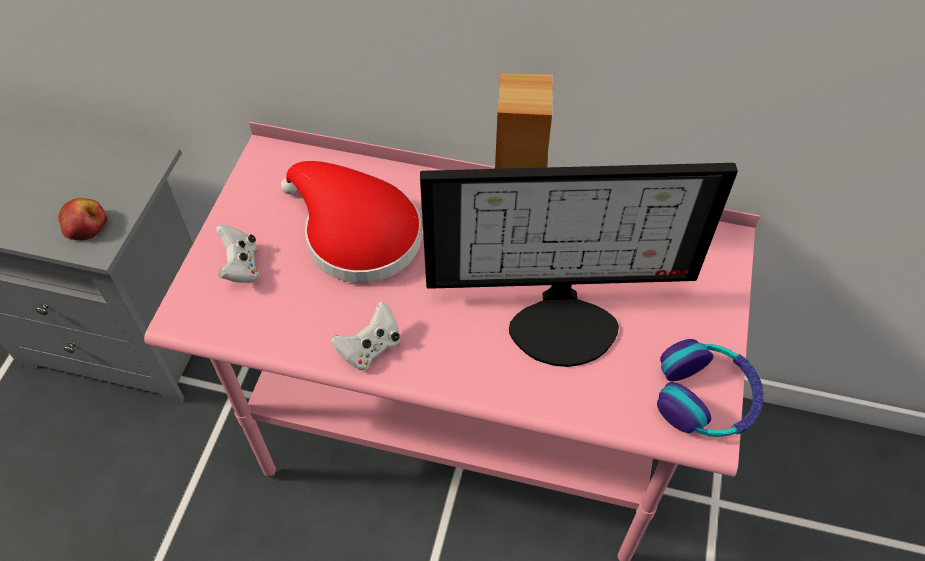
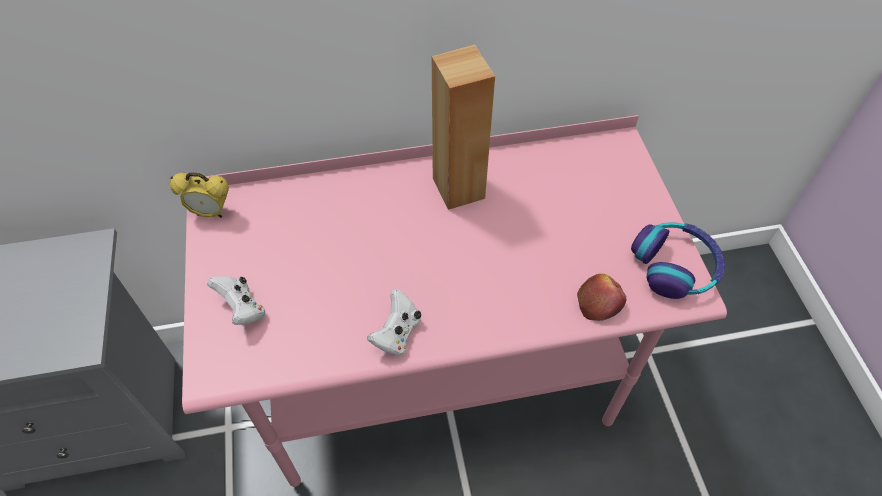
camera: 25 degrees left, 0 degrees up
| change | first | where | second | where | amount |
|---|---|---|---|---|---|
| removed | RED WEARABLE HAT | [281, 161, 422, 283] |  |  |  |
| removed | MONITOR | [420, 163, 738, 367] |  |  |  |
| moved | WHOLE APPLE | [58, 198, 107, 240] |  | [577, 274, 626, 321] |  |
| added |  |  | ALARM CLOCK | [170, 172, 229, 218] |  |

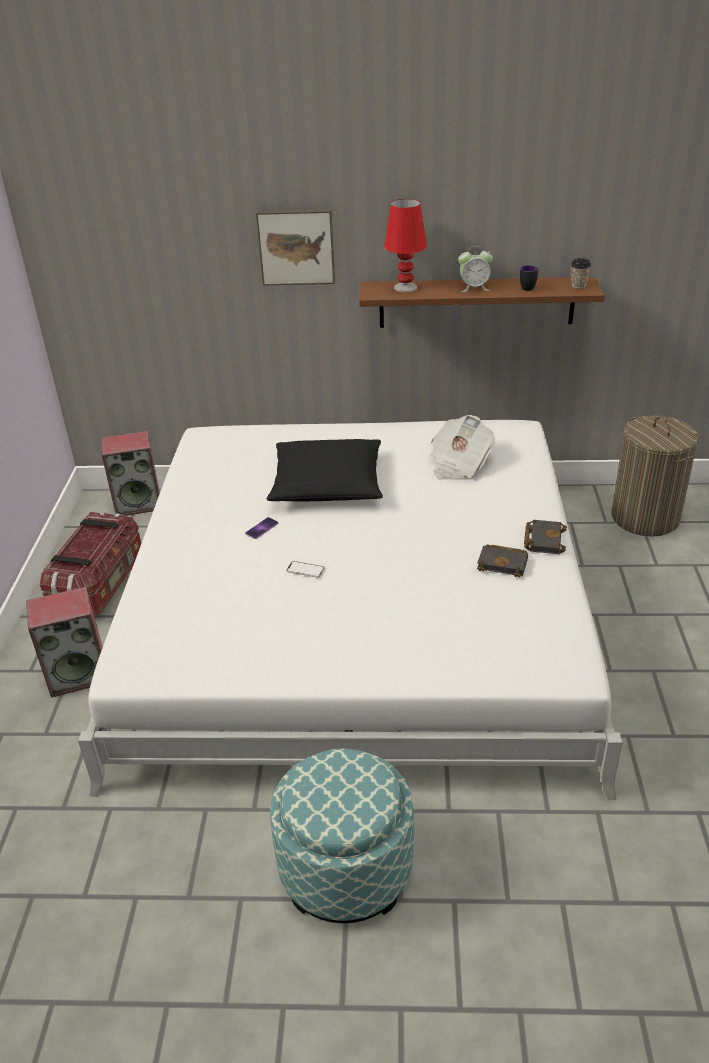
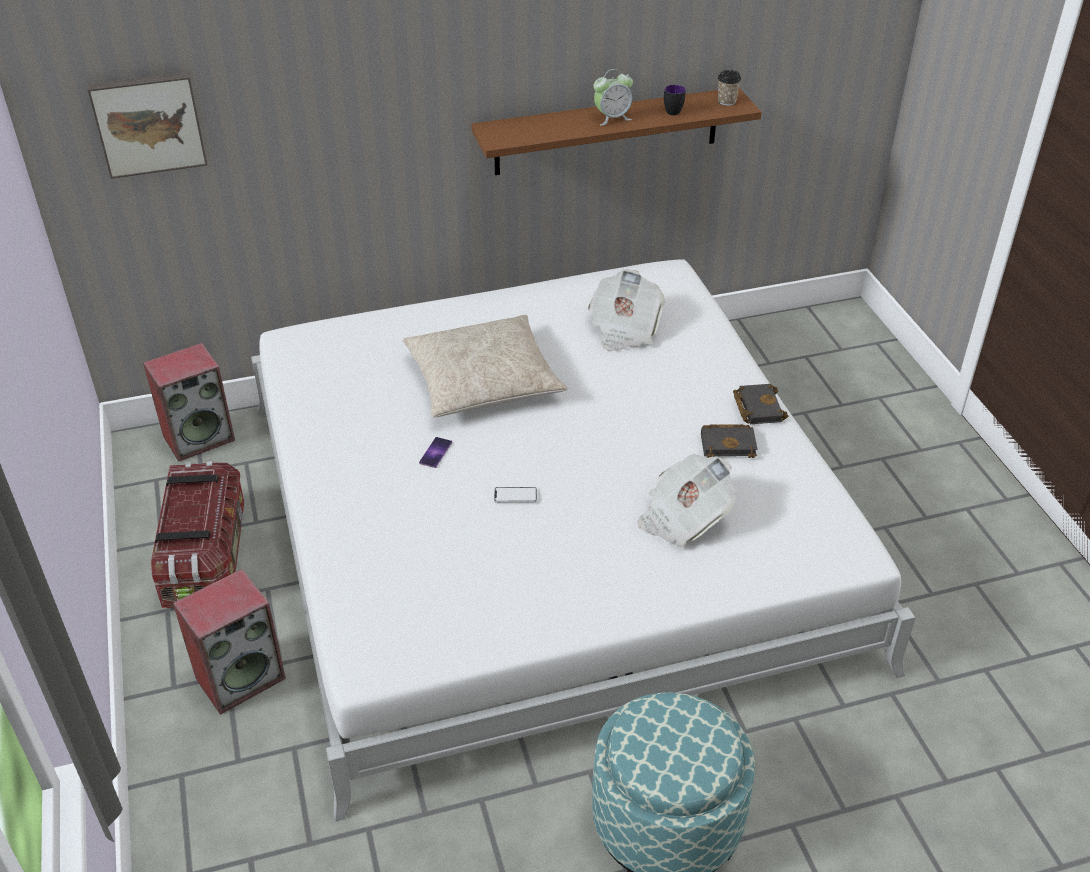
camera: 20 degrees left, 5 degrees up
| change | first | where | second | where | amount |
|---|---|---|---|---|---|
| removed | RED TABLE LAMP | [384, 199, 427, 292] |  |  |  |
| moved | PICTURE | [256, 209, 335, 285] |  | [87, 72, 207, 179] |  |
| removed | WASHING BASKET | [611, 415, 699, 537] |  |  |  |
| recoloured | BLACK-COLOURED CUSHION | [267, 439, 383, 501] | BEIGE-COLOURED CUSHION | [403, 315, 568, 417] |  |
| added |  |  | NEWSPAPER | [637, 454, 737, 547] |  |

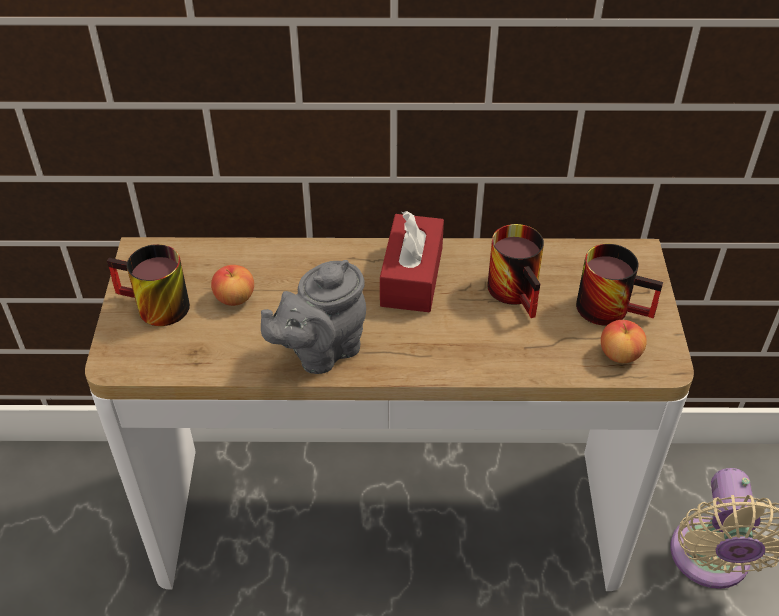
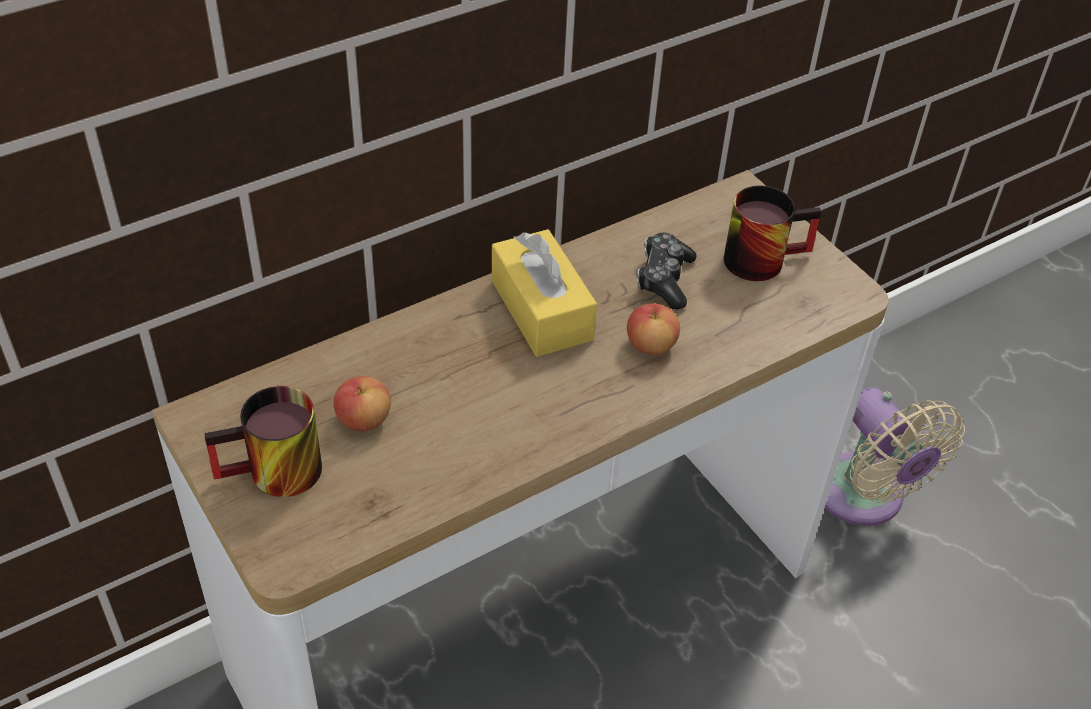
camera: 35 degrees left, 0 degrees up
| change | first | where | second | where | amount |
|---|---|---|---|---|---|
| recoloured | RED TISSUE HOLDER | [380, 211, 444, 312] | YELLOWISH TISSUE HOLDER | [492, 229, 597, 357] |  |
| replaced | TEA MUG | [487, 224, 544, 318] | GAMEPAD | [637, 233, 697, 309] |  |
| removed | GREYISH POT FOR TEA | [261, 260, 366, 374] |  |  |  |
| moved | WHOLE APPLE | [601, 320, 647, 363] |  | [627, 303, 680, 355] |  |

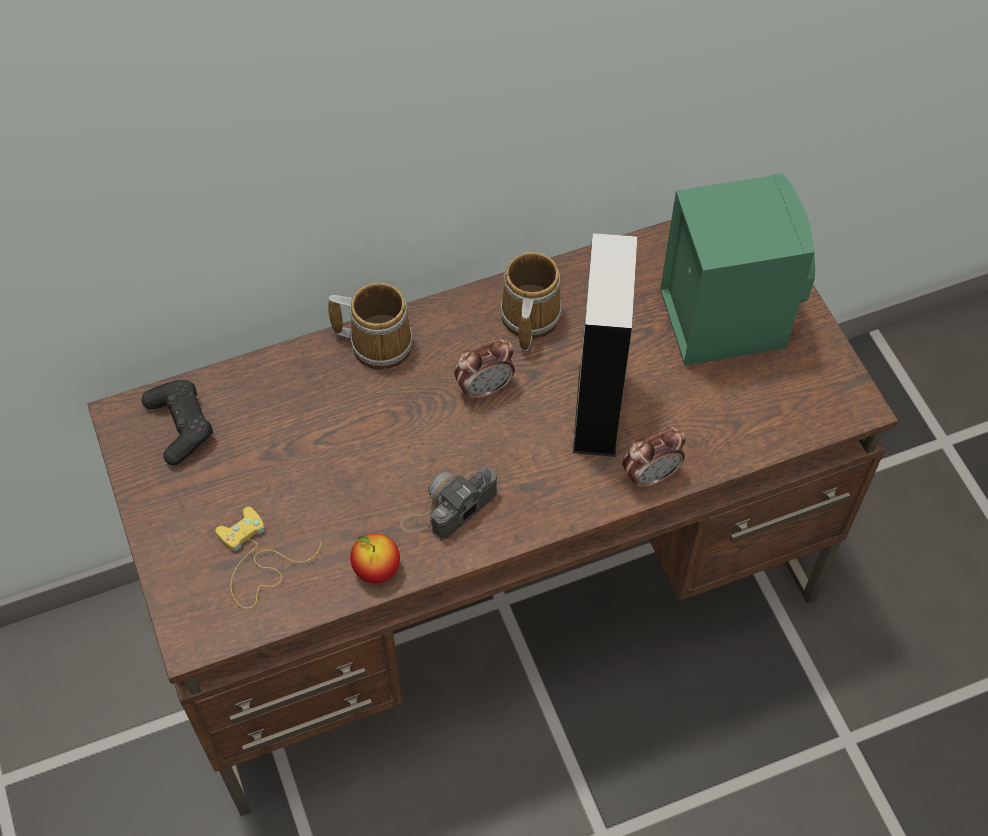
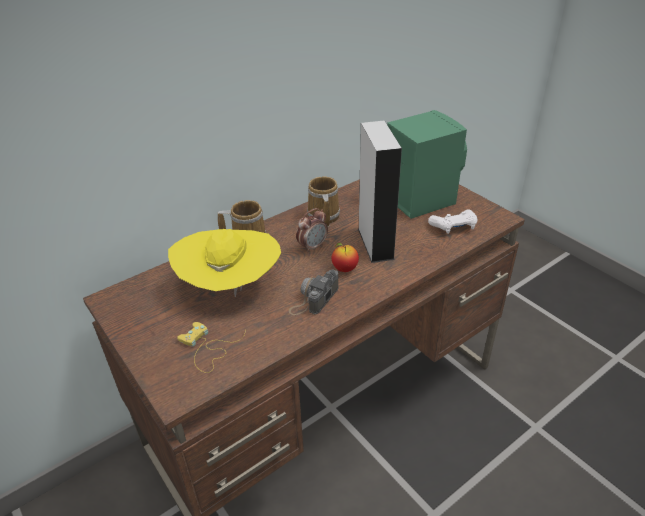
camera: 15 degrees left, 20 degrees down
| change | first | where | second | where | amount |
|---|---|---|---|---|---|
| removed | BLACK-COLOURED GAMEPAD | [141, 380, 213, 465] |  |  |  |
| removed | ALARM CLOCK | [622, 427, 686, 490] |  |  |  |
| moved | WHOLE APPLE | [350, 534, 400, 583] |  | [331, 243, 359, 272] |  |
| added |  |  | WHITE-COLOURED GAMEPAD | [428, 210, 477, 234] |  |
| added |  |  | YELLOWISH WEARABLE HAT | [168, 229, 281, 297] |  |

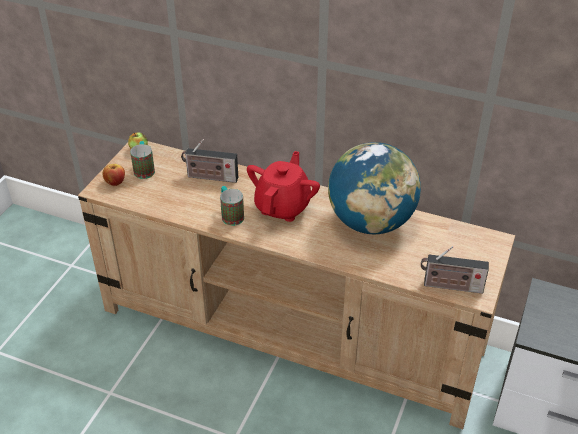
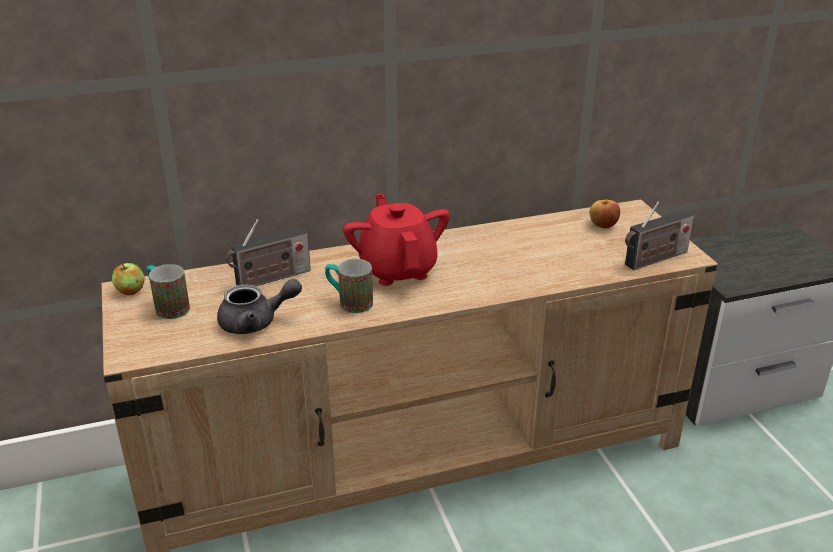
camera: 40 degrees left, 10 degrees down
| change | first | where | second | where | amount |
|---|---|---|---|---|---|
| removed | DESK GLOBE | [328, 142, 421, 234] |  |  |  |
| moved | WHOLE APPLE | [103, 164, 125, 186] |  | [589, 200, 620, 228] |  |
| added |  |  | GREYISH POT FOR TEA | [217, 279, 302, 334] |  |

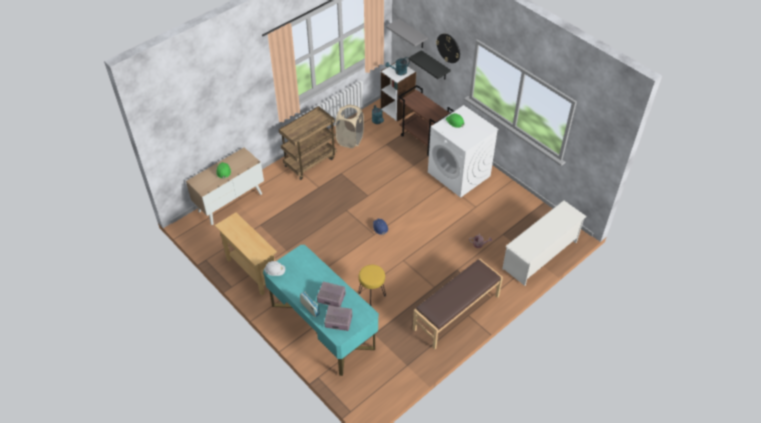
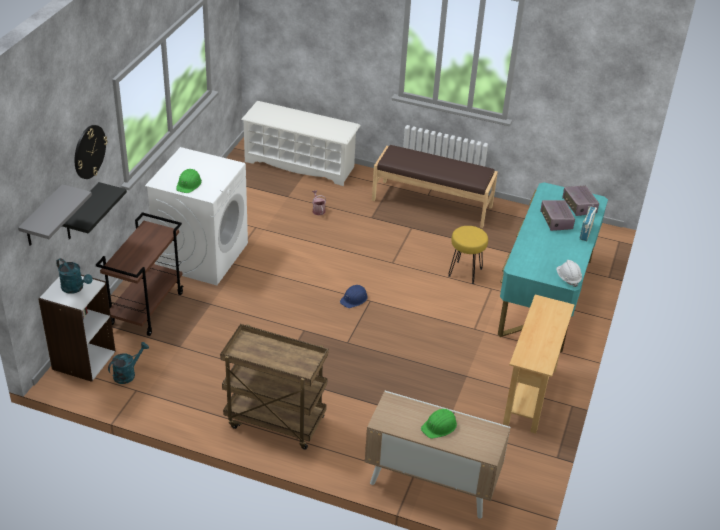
camera: 120 degrees left, 10 degrees down
| change | first | where | second | where | amount |
|---|---|---|---|---|---|
| removed | BEIGE-COLOURED WASHING BASKET | [335, 105, 364, 148] |  |  |  |

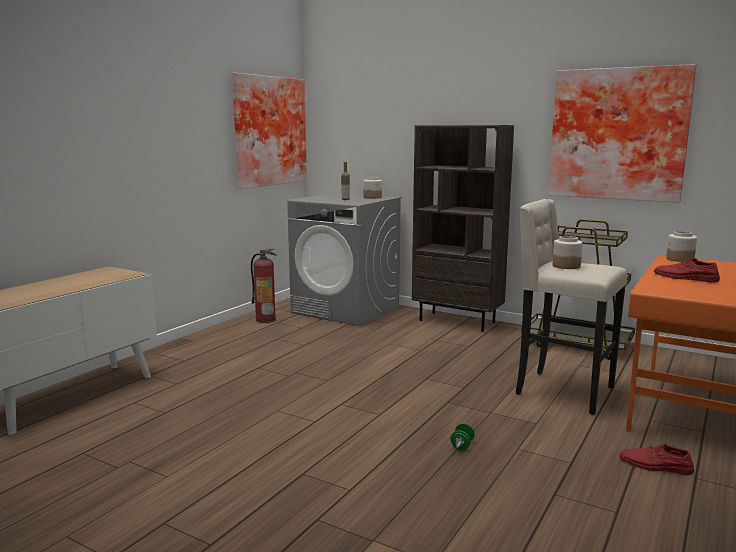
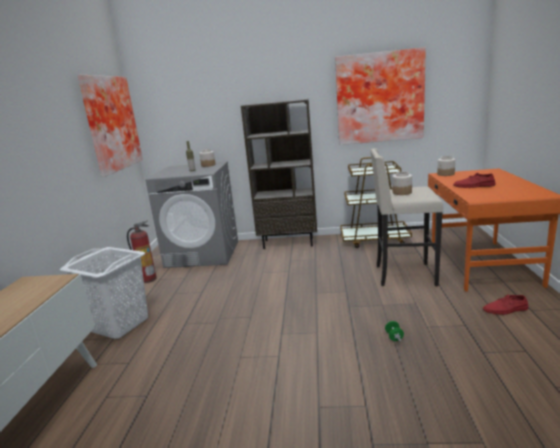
camera: 25 degrees left, 5 degrees up
| change | first | where | second | where | amount |
|---|---|---|---|---|---|
| added |  |  | WHITE-COLOURED WASHING BASKET | [60, 247, 148, 339] |  |

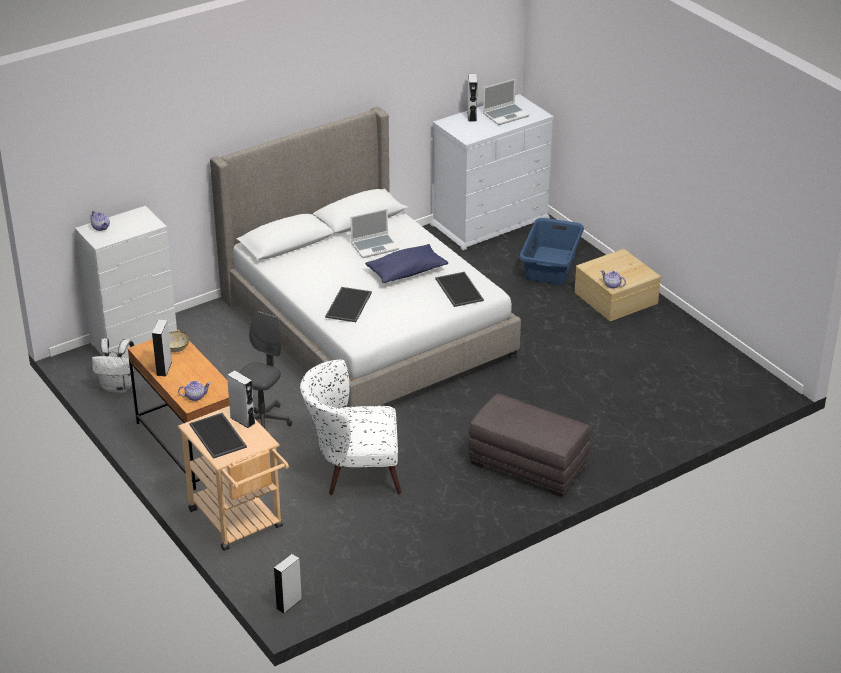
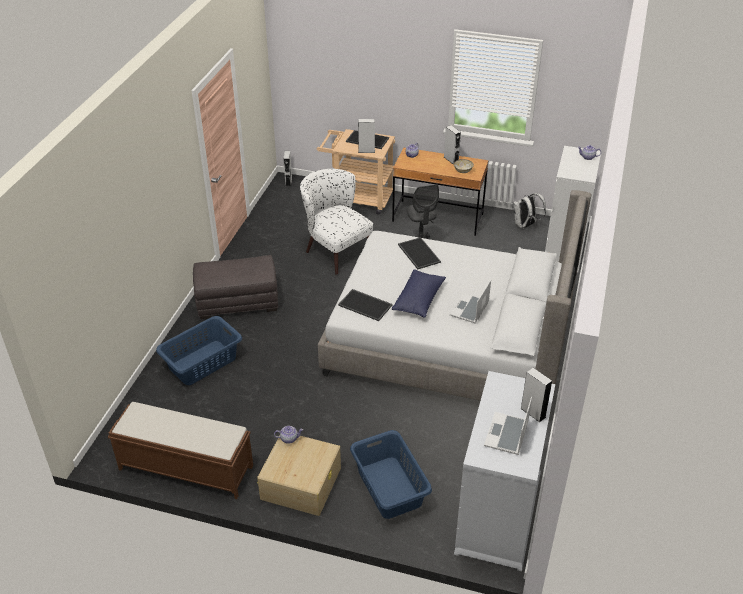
camera: 140 degrees right, 5 degrees up
| change | first | where | second | where | amount |
|---|---|---|---|---|---|
| turned | WHITE-COLOURED LOUNGE CHAIR | [300, 360, 402, 495] |  | [300, 169, 373, 275] | 90 degrees counterclockwise |
| added |  |  | BLUE-COLOURED WASHING BASKET | [156, 316, 242, 385] |  |
| added |  |  | BROWN BENCH | [108, 402, 253, 499] |  |

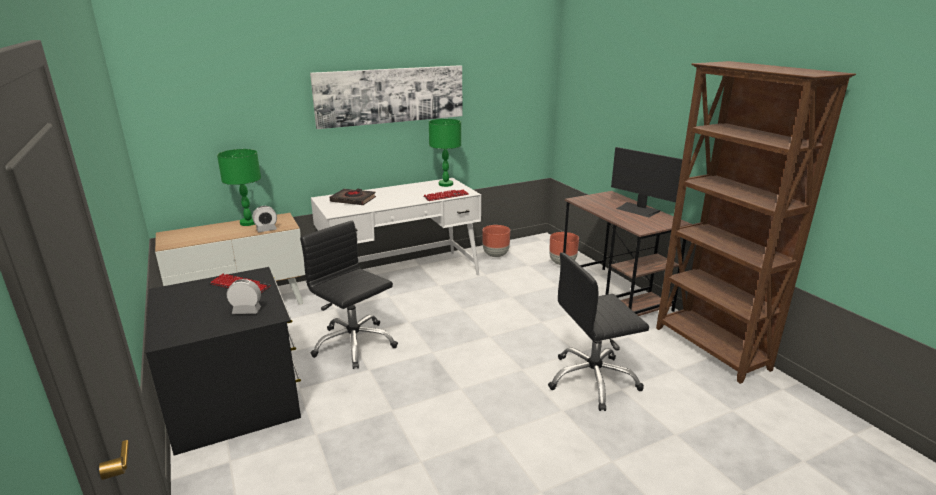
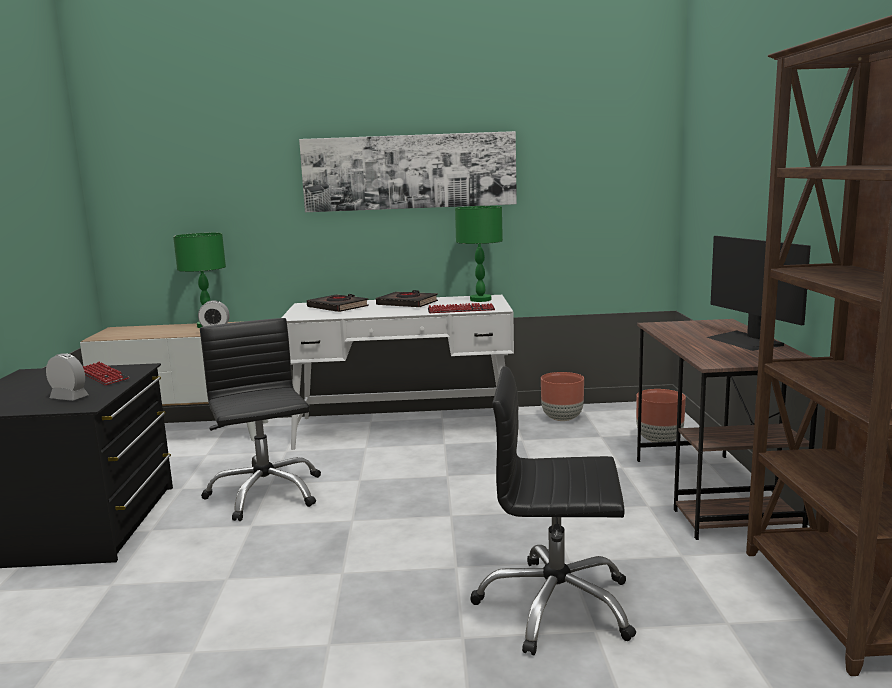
camera: 25 degrees right, 10 degrees down
| change | first | where | second | where | amount |
|---|---|---|---|---|---|
| added |  |  | BLACK-COLOURED BOUND BOOK | [376, 290, 438, 307] |  |

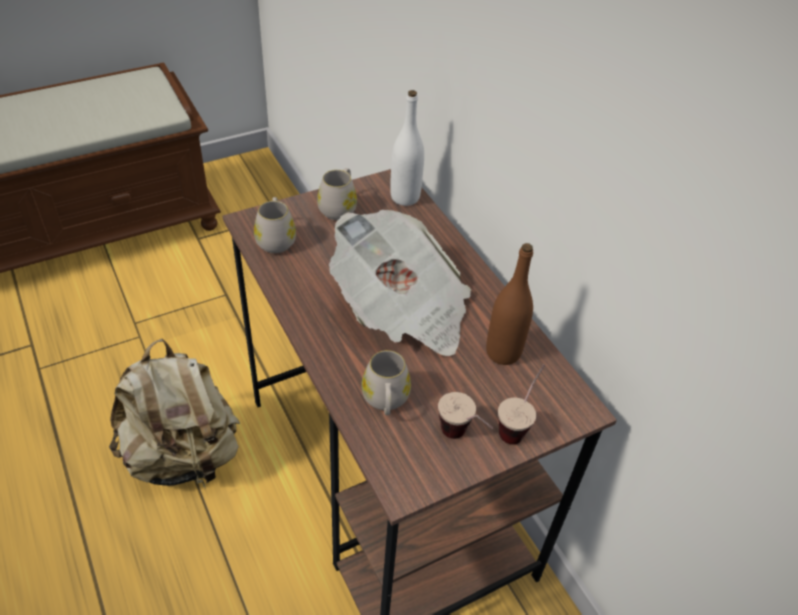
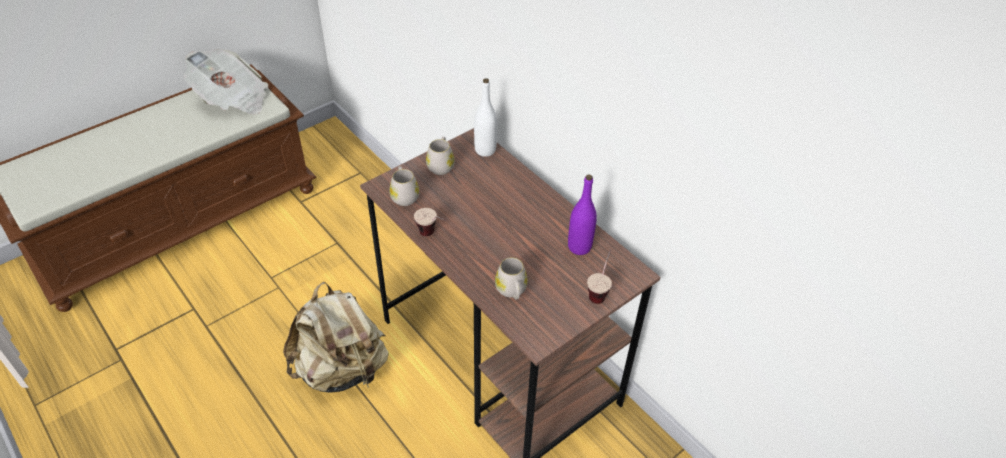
camera: 10 degrees left, 0 degrees up
| change | first | where | second | where | amount |
|---|---|---|---|---|---|
| moved | NEWSPAPER | [329, 210, 471, 356] |  | [184, 49, 269, 115] |  |
| recoloured | BROWN BOTTLE | [486, 243, 533, 365] | PURPLE-COLOURED BOTTLE | [568, 174, 597, 255] |  |
| moved | DRINKING CUP | [438, 392, 493, 439] |  | [414, 208, 446, 236] |  |

